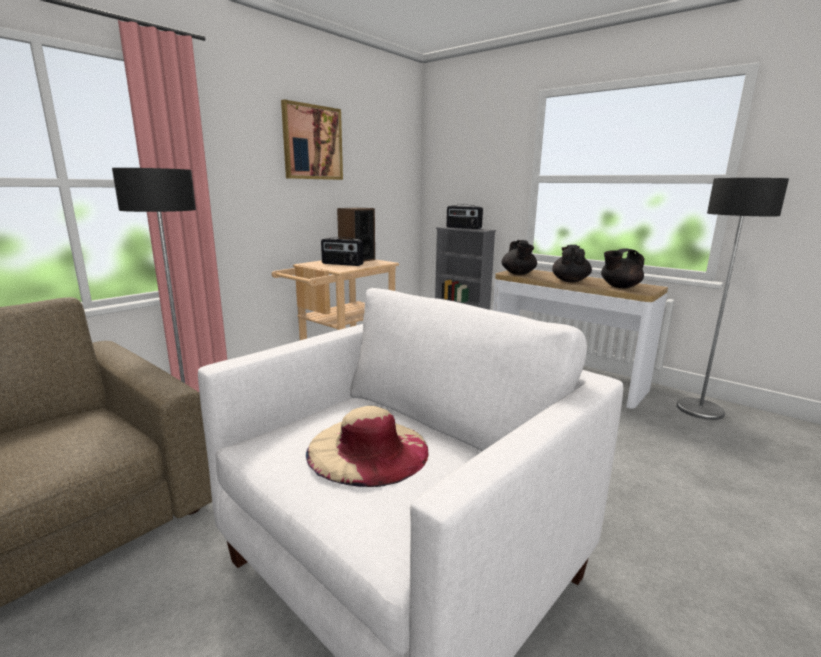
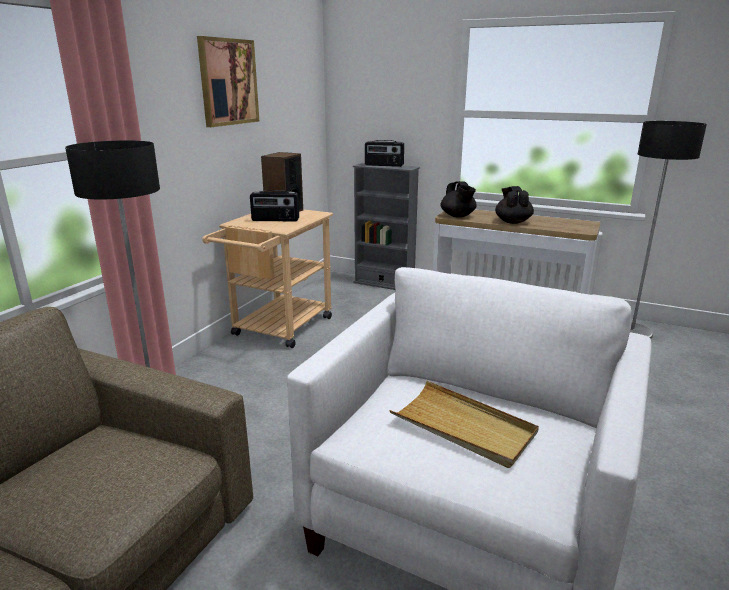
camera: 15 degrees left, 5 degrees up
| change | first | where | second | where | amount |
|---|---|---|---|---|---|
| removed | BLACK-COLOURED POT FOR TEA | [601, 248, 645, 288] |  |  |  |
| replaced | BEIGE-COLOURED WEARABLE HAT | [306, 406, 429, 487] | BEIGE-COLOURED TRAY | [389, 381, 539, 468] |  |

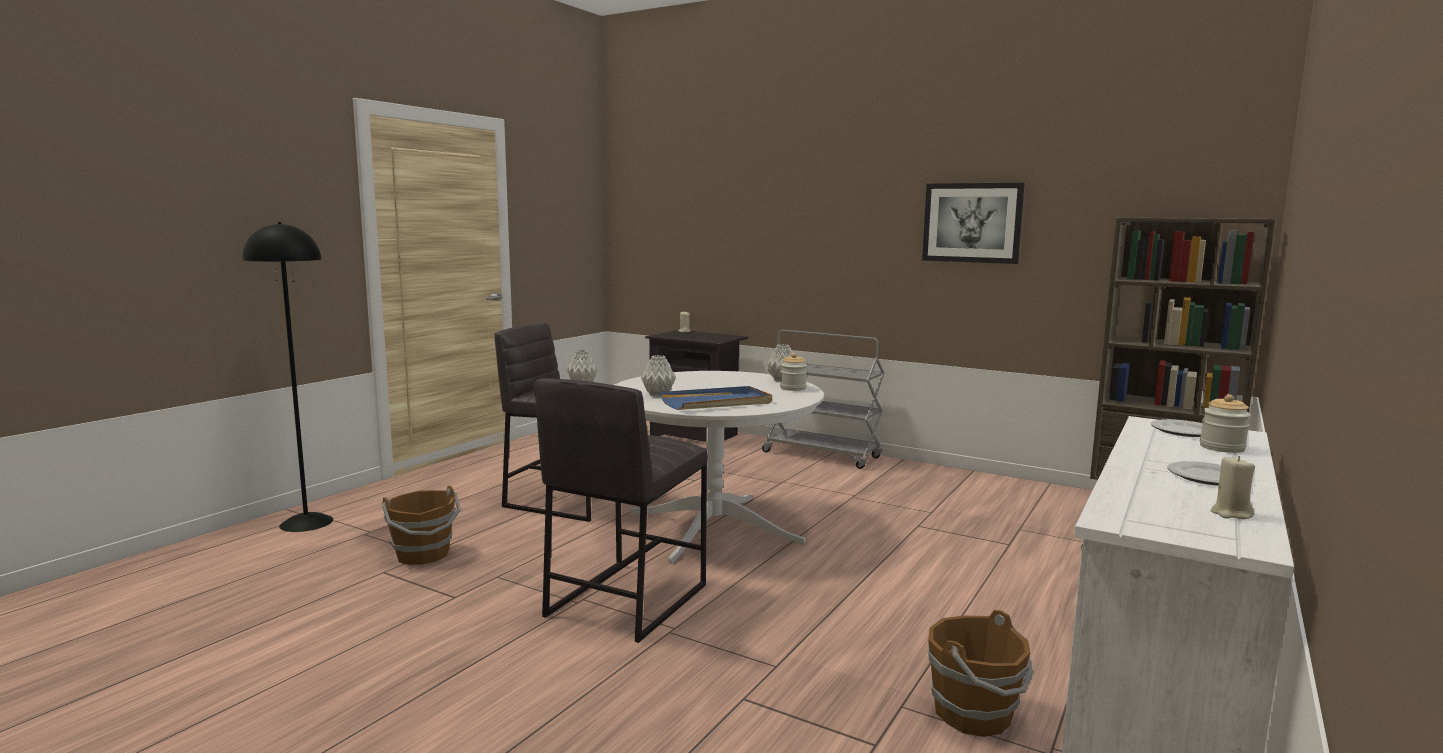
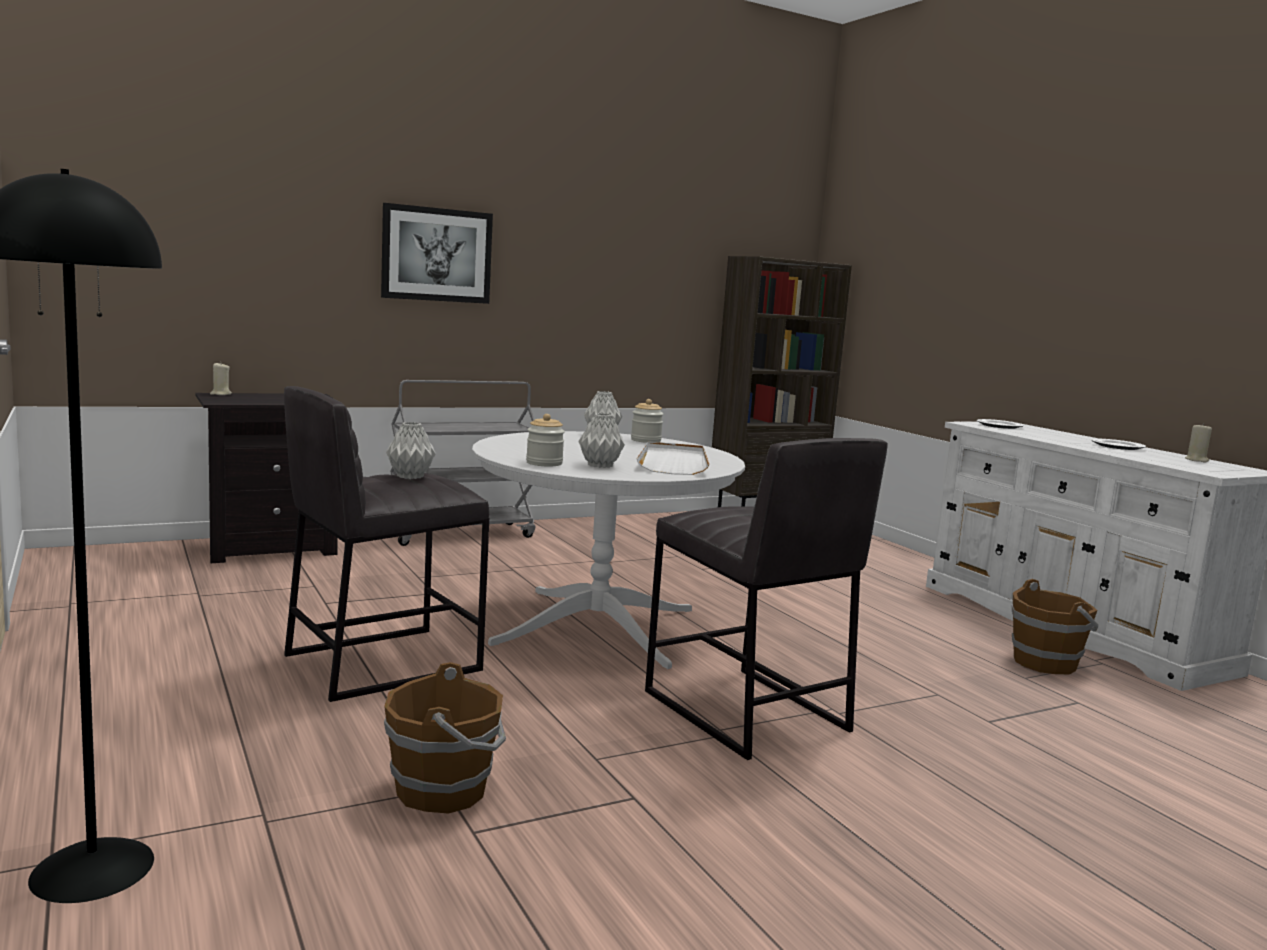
camera: 60 degrees left, 0 degrees up
| change | first | where | second | where | amount |
|---|---|---|---|---|---|
| moved | PICTURE | [922, 183, 1025, 264] |  | [381, 203, 493, 304] |  |
| recoloured | BLUE-COLOURED TRAY | [660, 386, 772, 410] | WHITE-COLOURED TRAY | [637, 442, 709, 475] |  |
| moved | STORAGE JAR | [1200, 394, 1251, 453] |  | [526, 414, 565, 467] |  |

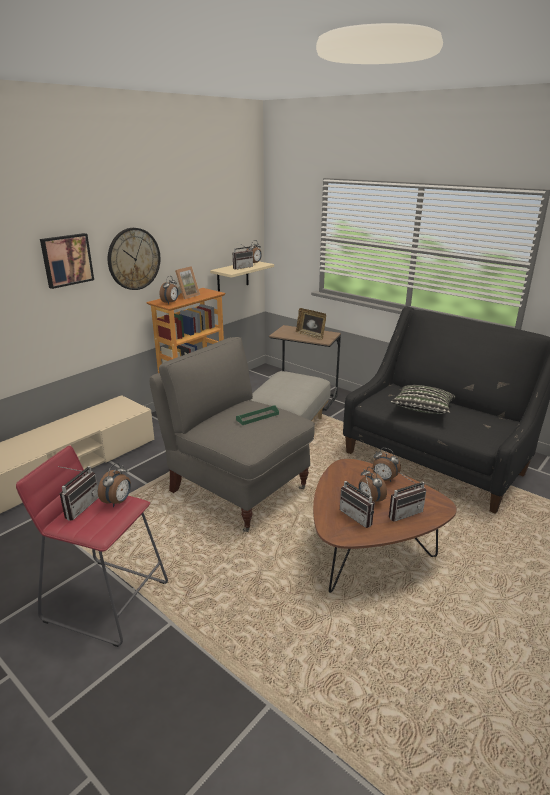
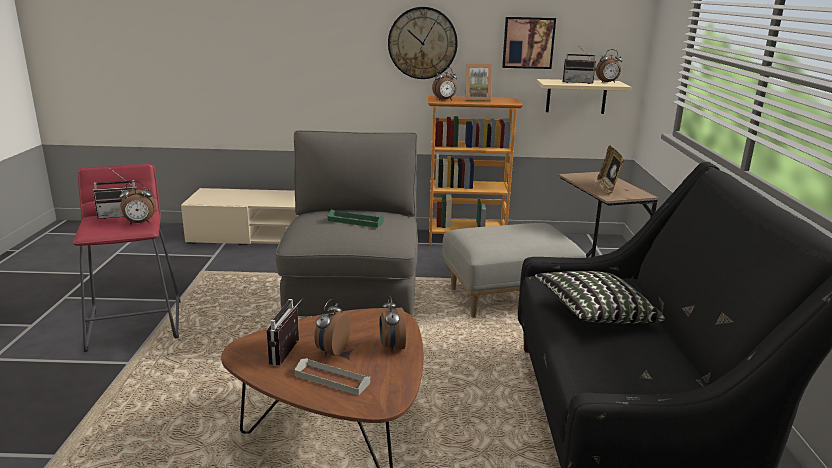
camera: 50 degrees right, 5 degrees down
| change | first | where | second | where | amount |
|---|---|---|---|---|---|
| moved | PICTURE | [40, 233, 94, 289] |  | [502, 17, 556, 69] |  |
| replaced | RADIO RECEIVER | [389, 472, 426, 521] | GREYISH TRAY | [294, 358, 370, 395] |  |

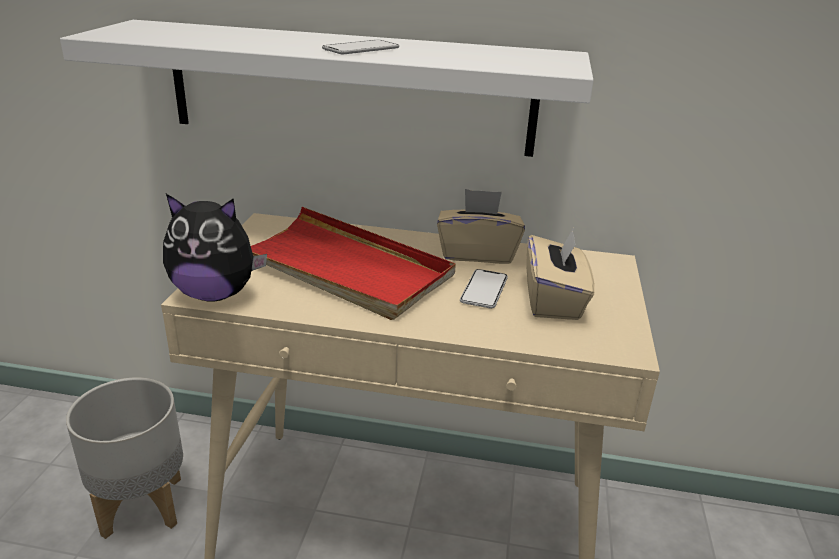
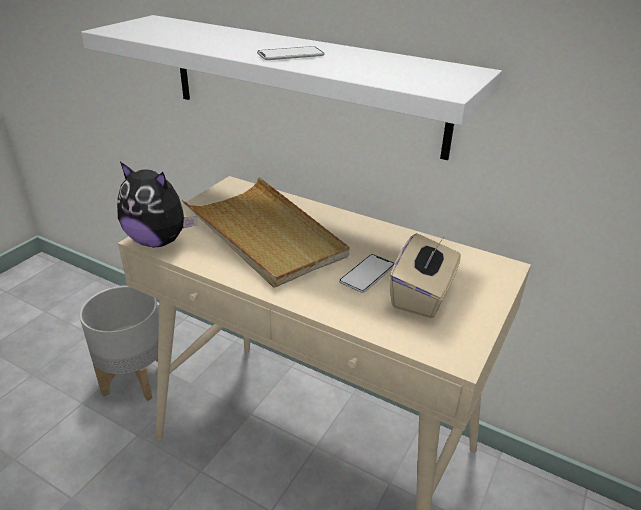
camera: 20 degrees right, 5 degrees up
| change | first | where | second | where | amount |
|---|---|---|---|---|---|
| removed | BEIGE-COLOURED TISSUE HOLDER | [437, 189, 525, 264] |  |  |  |
| recoloured | RED TRAY | [251, 207, 456, 320] | BEIGE-COLOURED TRAY | [182, 177, 349, 288] |  |

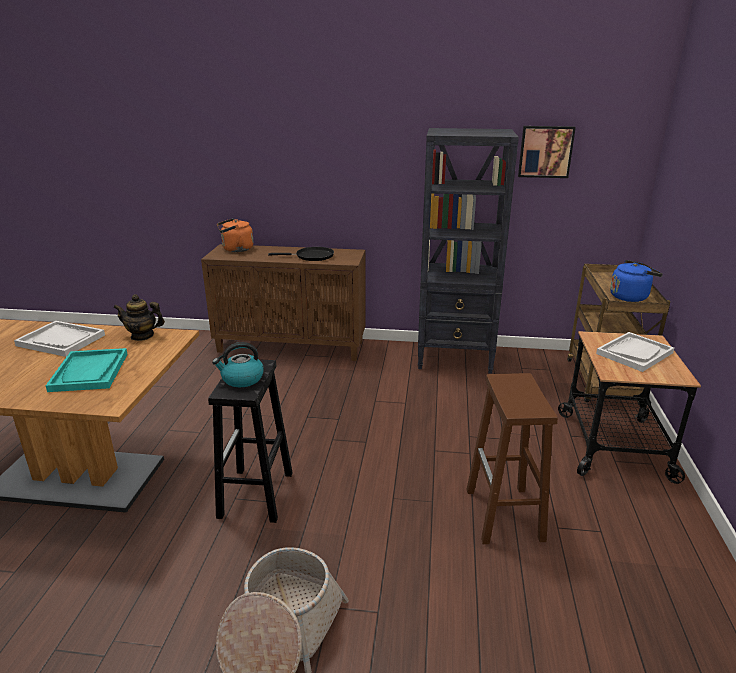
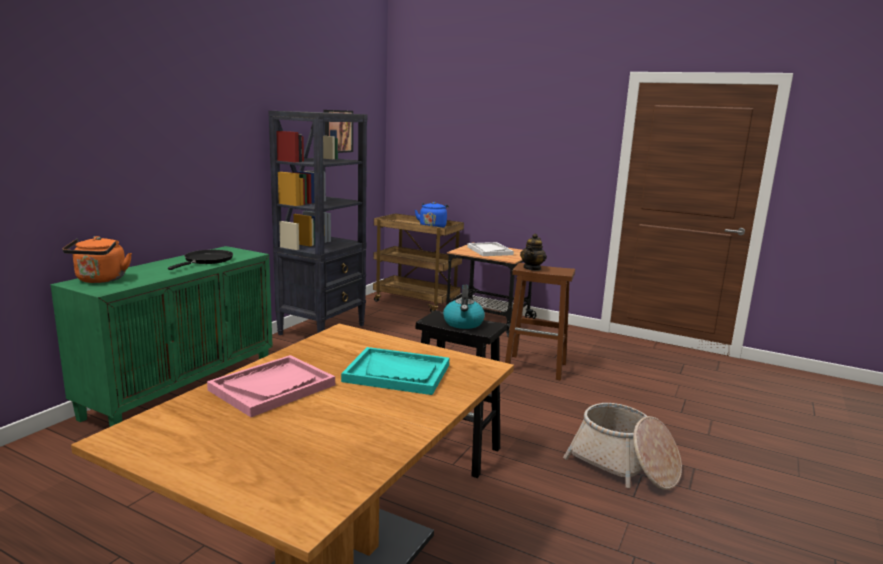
camera: 70 degrees left, 10 degrees down
| change | first | where | second | where | amount |
|---|---|---|---|---|---|
| recoloured | BROWN CABINET | [201, 244, 366, 361] | GREENISH CABINET | [50, 246, 273, 427] |  |
| moved | POT FOR TEA | [113, 294, 165, 341] |  | [520, 233, 547, 271] |  |
| recoloured | WHITE-COLOURED TRAY | [14, 321, 105, 357] | PINKISH TRAY | [207, 355, 335, 417] |  |

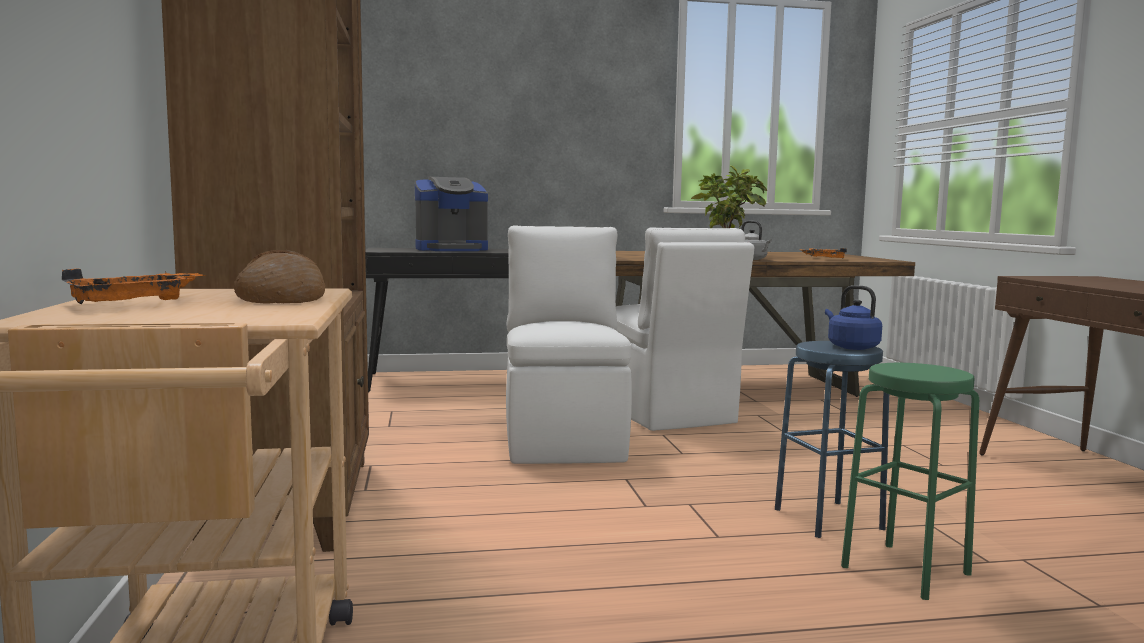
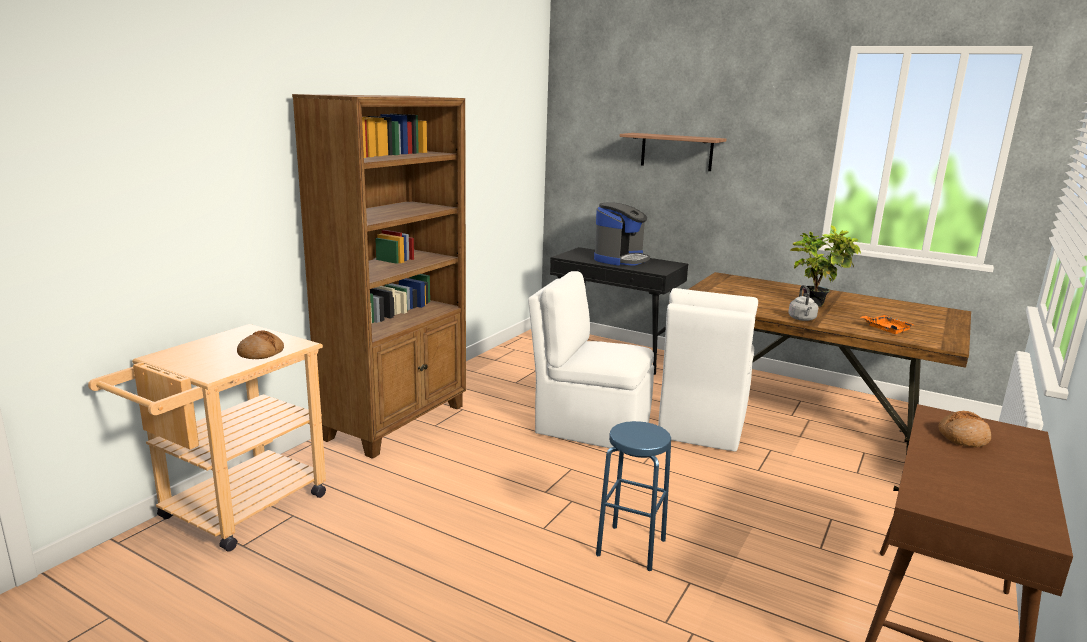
camera: 40 degrees right, 10 degrees up
| change | first | where | second | where | amount |
|---|---|---|---|---|---|
| turned | COFFEE MACHINE | [415, 177, 488, 251] |  | [594, 202, 650, 266] | 75 degrees counterclockwise |
| turned | WHITE-COLOURED PLAIN CHAIR | [506, 225, 632, 464] |  | [528, 271, 654, 448] | 105 degrees counterclockwise |
| removed | ORANGE TRAY | [62, 269, 206, 304] |  |  |  |
| removed | BLUE-COLOURED KETTLE | [825, 285, 882, 350] |  |  |  |
| removed | GREENISH STOOL | [841, 363, 979, 600] |  |  |  |
| added |  |  | WALL SHELF | [620, 133, 726, 171] |  |
| added |  |  | BREAD | [938, 411, 991, 447] |  |

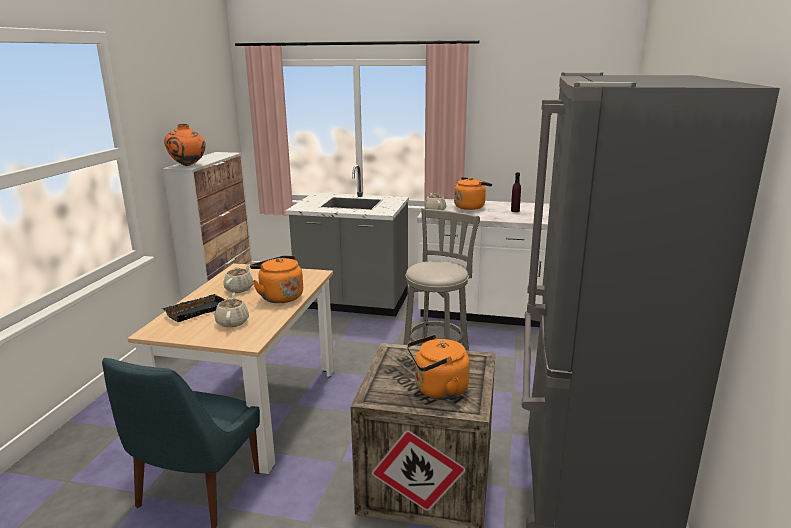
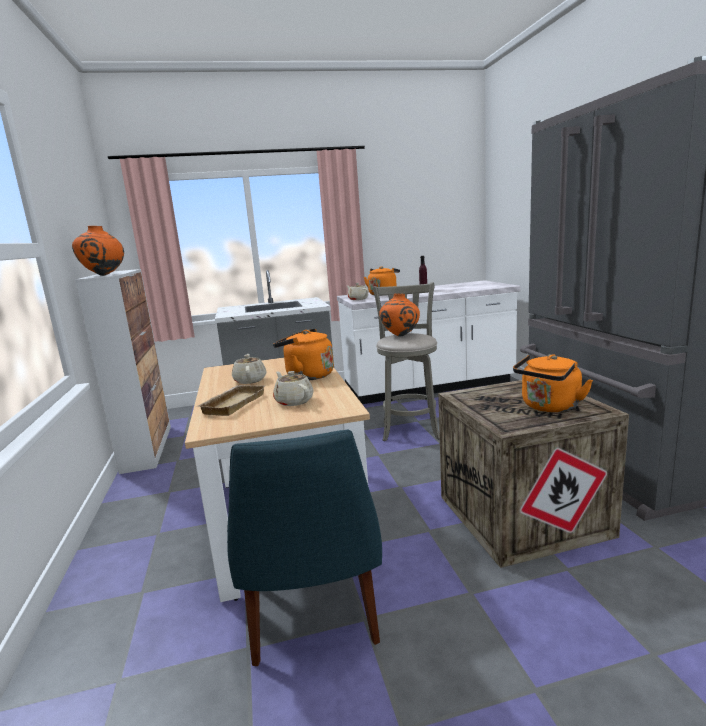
camera: 25 degrees left, 5 degrees down
| change | first | where | second | where | amount |
|---|---|---|---|---|---|
| recoloured | BLACK-COLOURED TRAY | [162, 294, 225, 322] | BEIGE-COLOURED TRAY | [198, 385, 265, 416] |  |
| added |  |  | ORANGE VASE | [379, 293, 420, 337] |  |

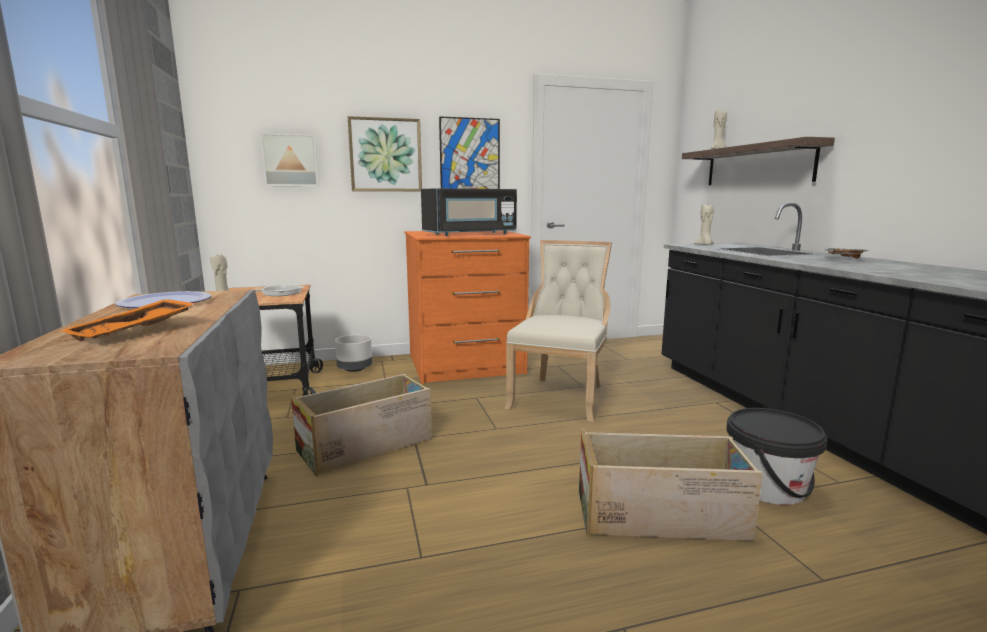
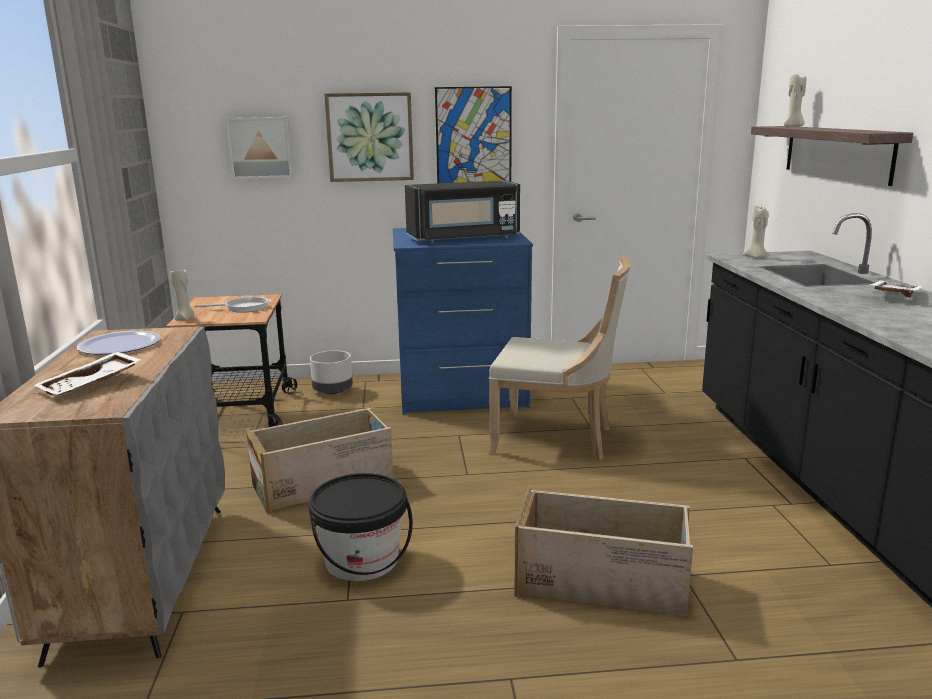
camera: 10 degrees right, 5 degrees up
| change | first | where | second | where | amount |
|---|---|---|---|---|---|
| recoloured | ORANGE DRESSER | [404, 231, 531, 384] | BLUE-COLOURED DRESSER | [393, 228, 533, 414] |  |
| turned | BEIGE-COLOURED PLAIN CHAIR | [505, 240, 612, 422] |  | [489, 256, 630, 460] | 75 degrees clockwise |
| recoloured | ORANGE TRAY | [60, 299, 197, 341] | WHITE-COLOURED TRAY | [34, 352, 141, 395] |  |
| moved | BLACK-COLOURED WATER BUCKET | [726, 408, 827, 505] |  | [309, 473, 413, 581] |  |

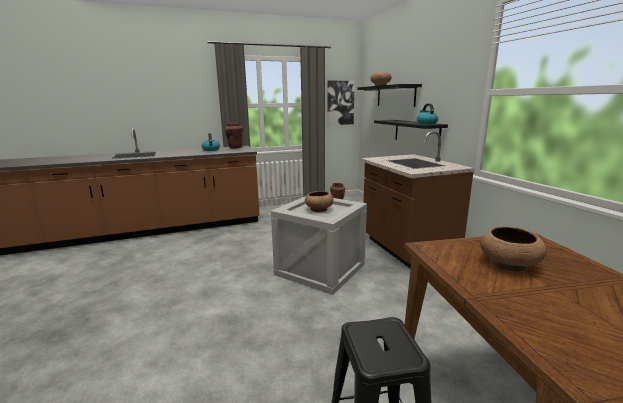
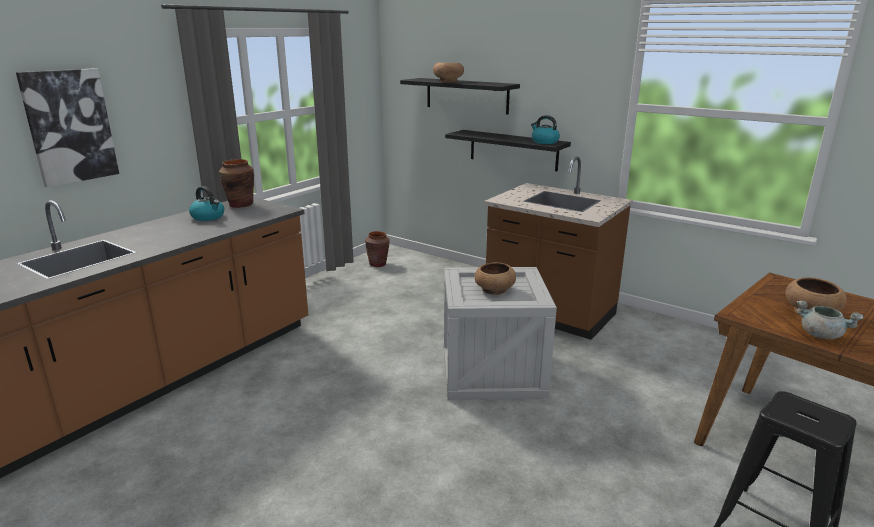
camera: 35 degrees left, 5 degrees up
| change | first | where | second | where | amount |
|---|---|---|---|---|---|
| moved | PICTURE | [327, 81, 355, 125] |  | [16, 68, 119, 187] |  |
| added |  |  | GREYISH COOKING POT | [796, 300, 864, 339] |  |

